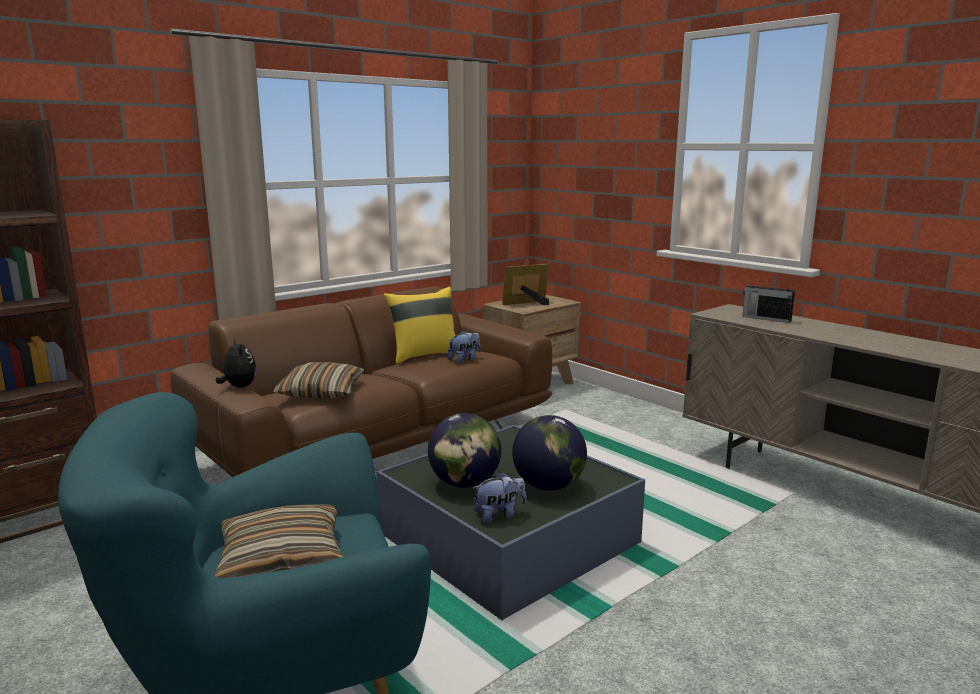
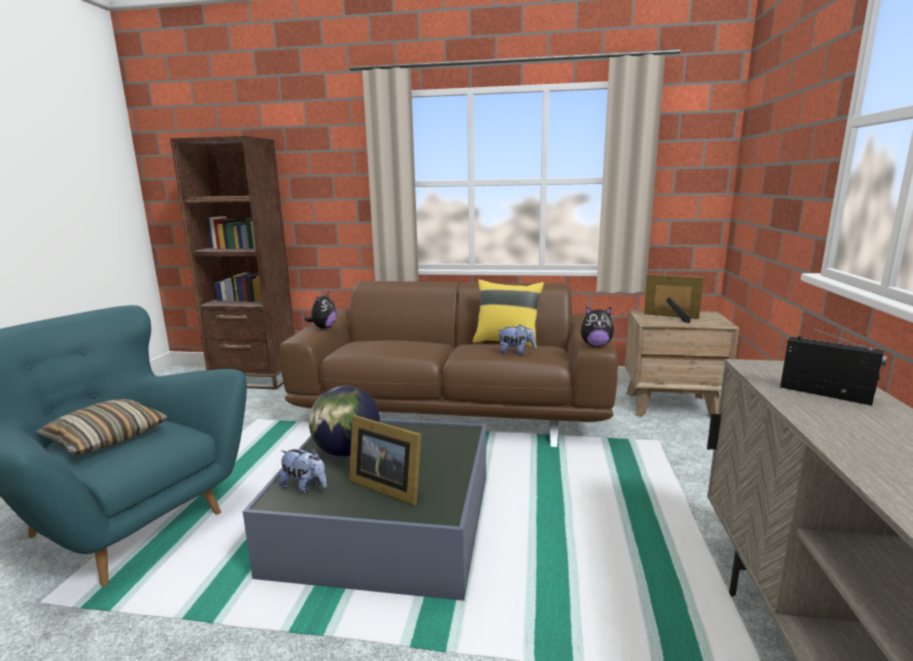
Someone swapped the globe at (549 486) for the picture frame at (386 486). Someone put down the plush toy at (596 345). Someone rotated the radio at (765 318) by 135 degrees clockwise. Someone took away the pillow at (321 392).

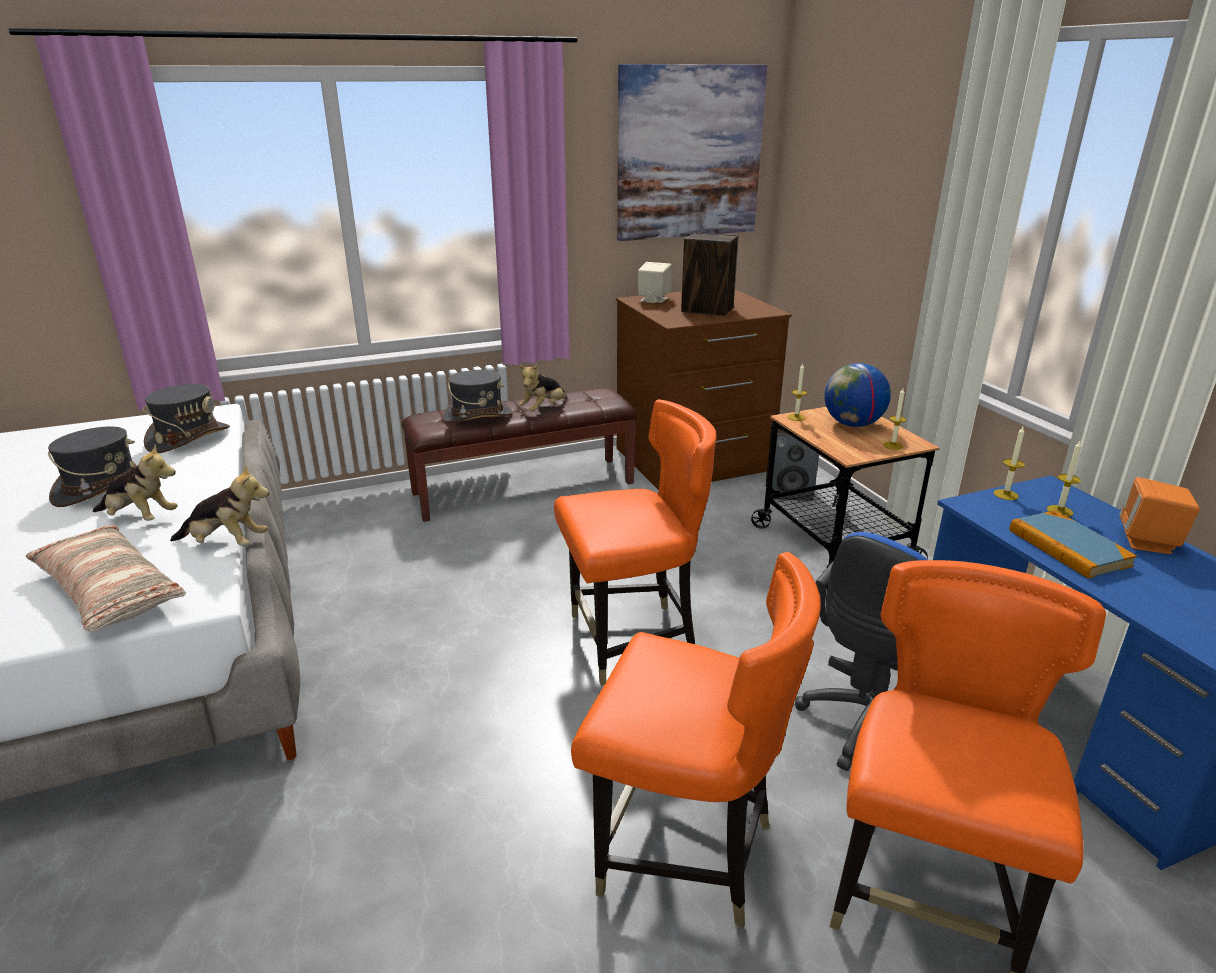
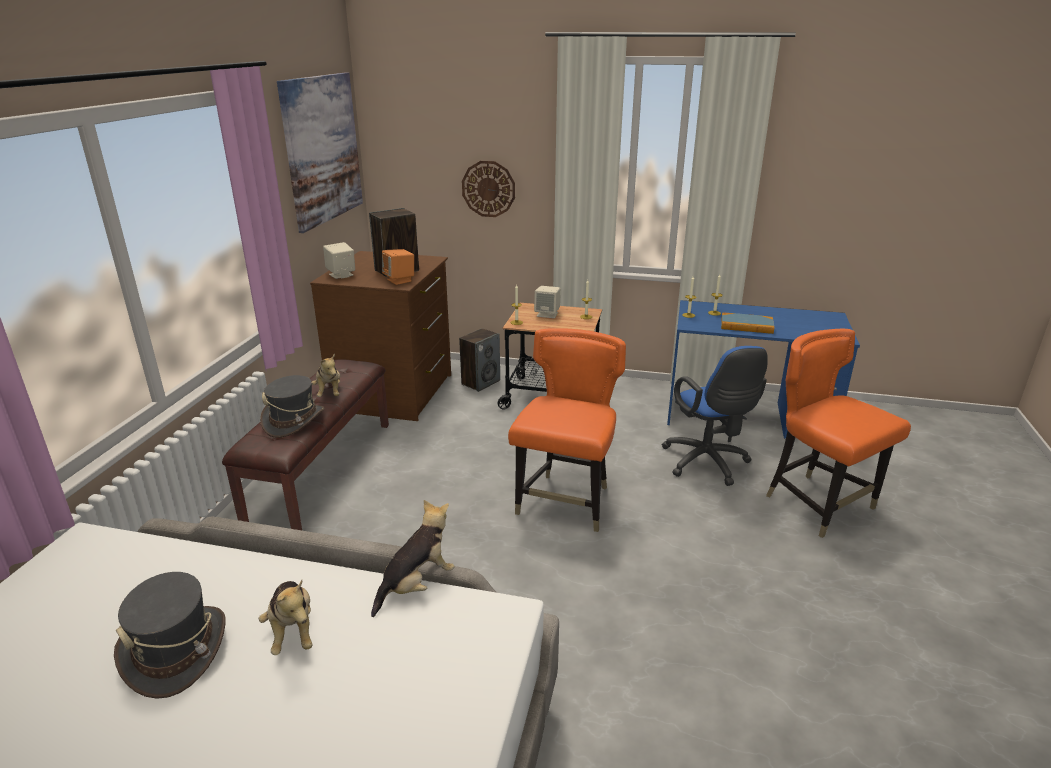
Someone rotated the plush toy at (140 518) by 105 degrees clockwise. Someone carried the orange speaker from (1148 542) to (399 280). Someone put up the wall clock at (488 189). Someone swapped the globe at (852 424) for the beige speaker at (547 314). Someone took away the pillow at (108 592). Someone took away the grey hat at (188 438). Someone took away the orange chair at (685 852).

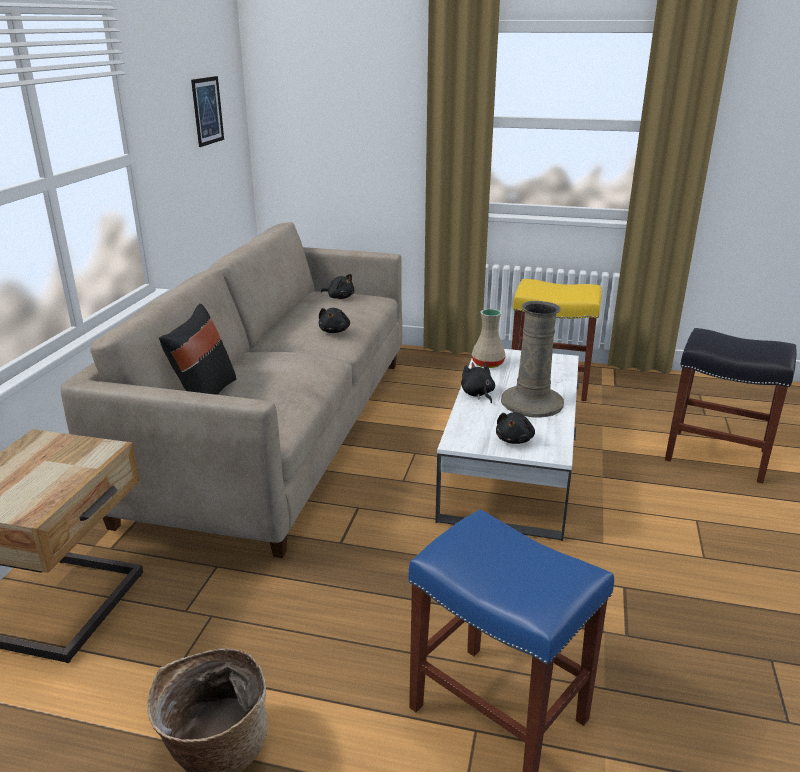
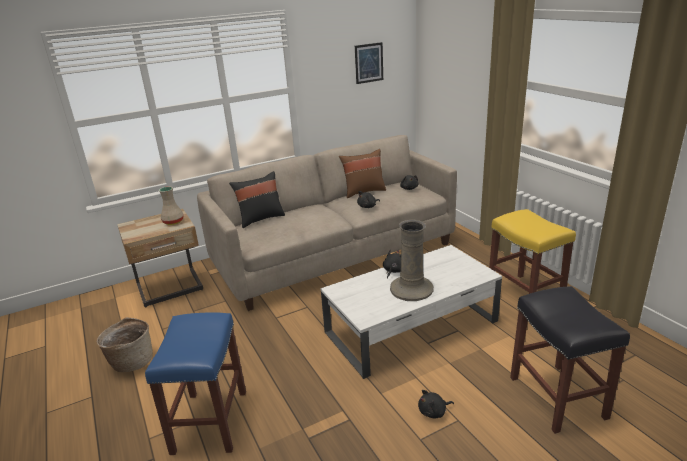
Someone carried the beige vase from (487 363) to (173 222). Someone put down the brown pillow at (363 191). Someone carried the black plush toy from (515 439) to (434 412).

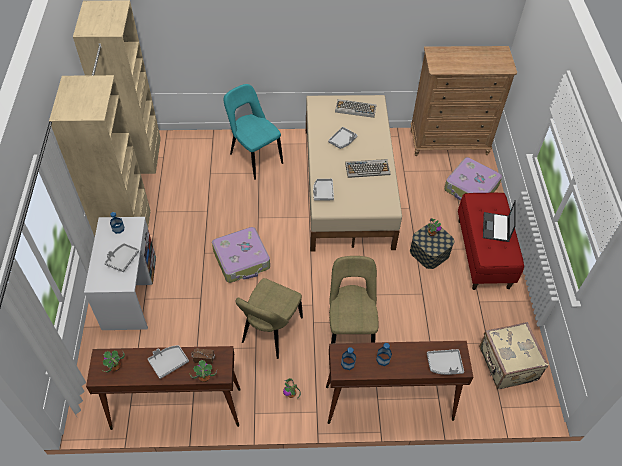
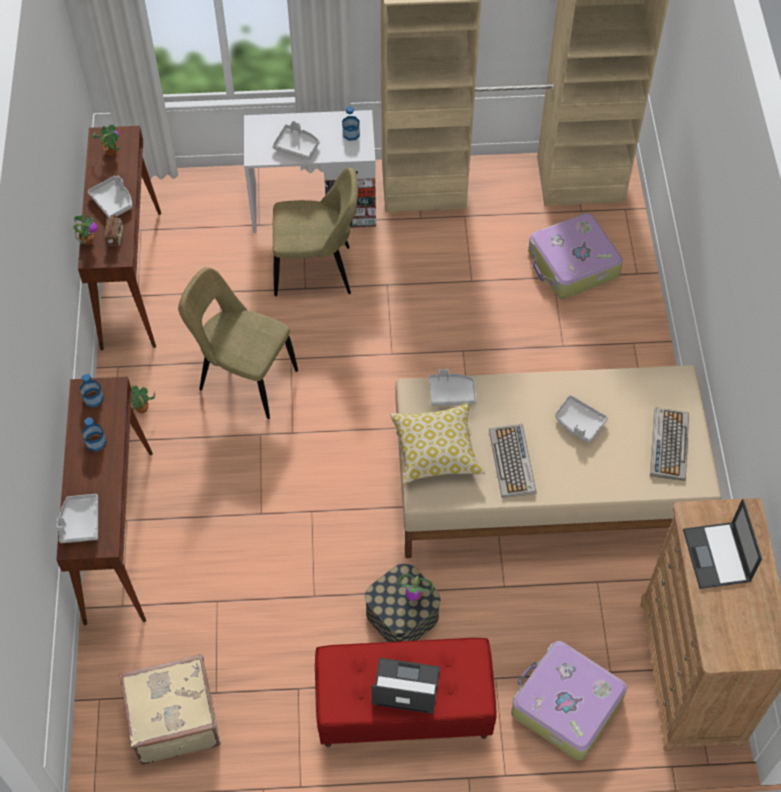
Someone carried the beige chair from (350 331) to (317 271). Someone put down the pillow at (436 451). Someone carried the suitcase from (242 260) to (572 264). Someone put down the laptop at (717 556). Someone took away the turquoise chair at (254 157).

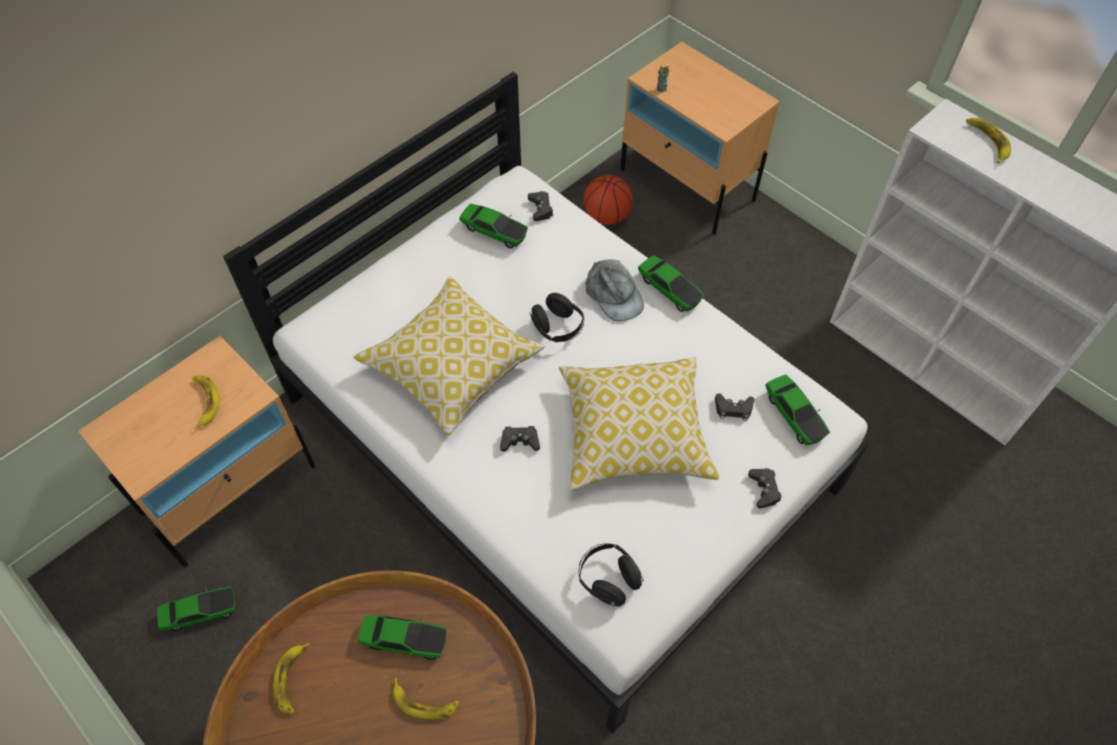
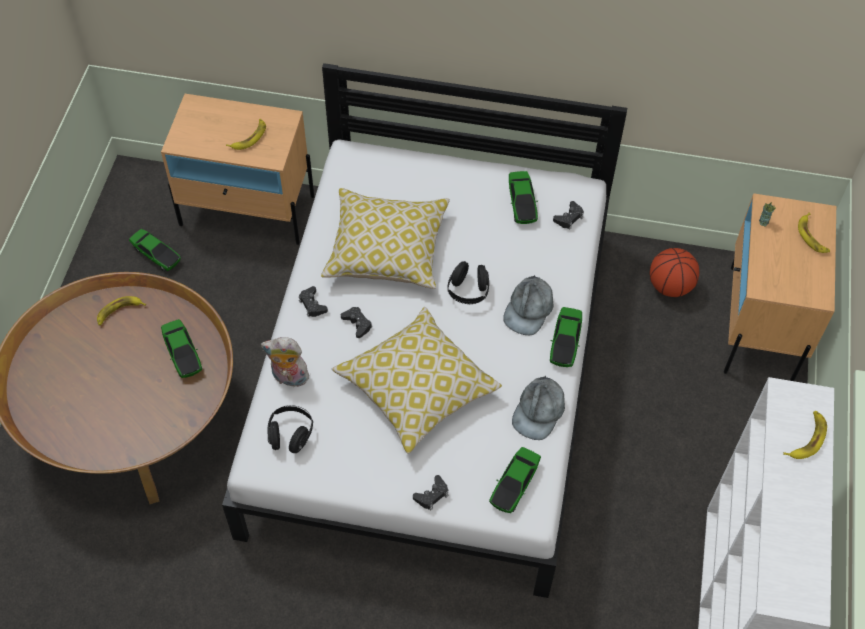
Someone put down the plush toy at (288 378). Someone carried the black game controller from (733 409) to (312 304). Someone put down the grey cap at (538 411). Someone carried the banana from (424 701) to (812 236).

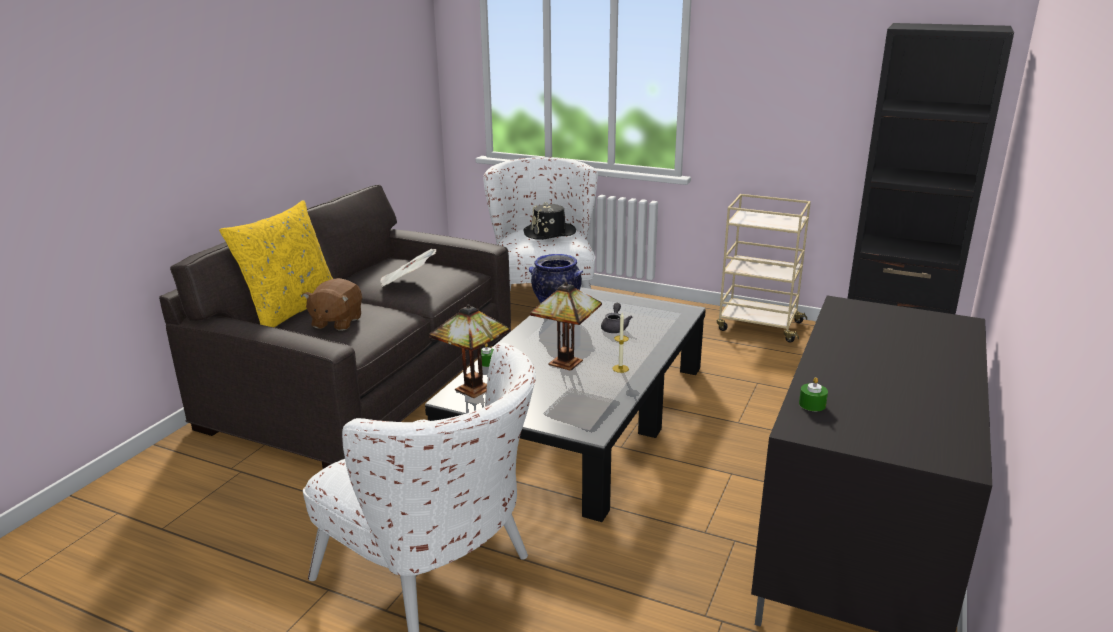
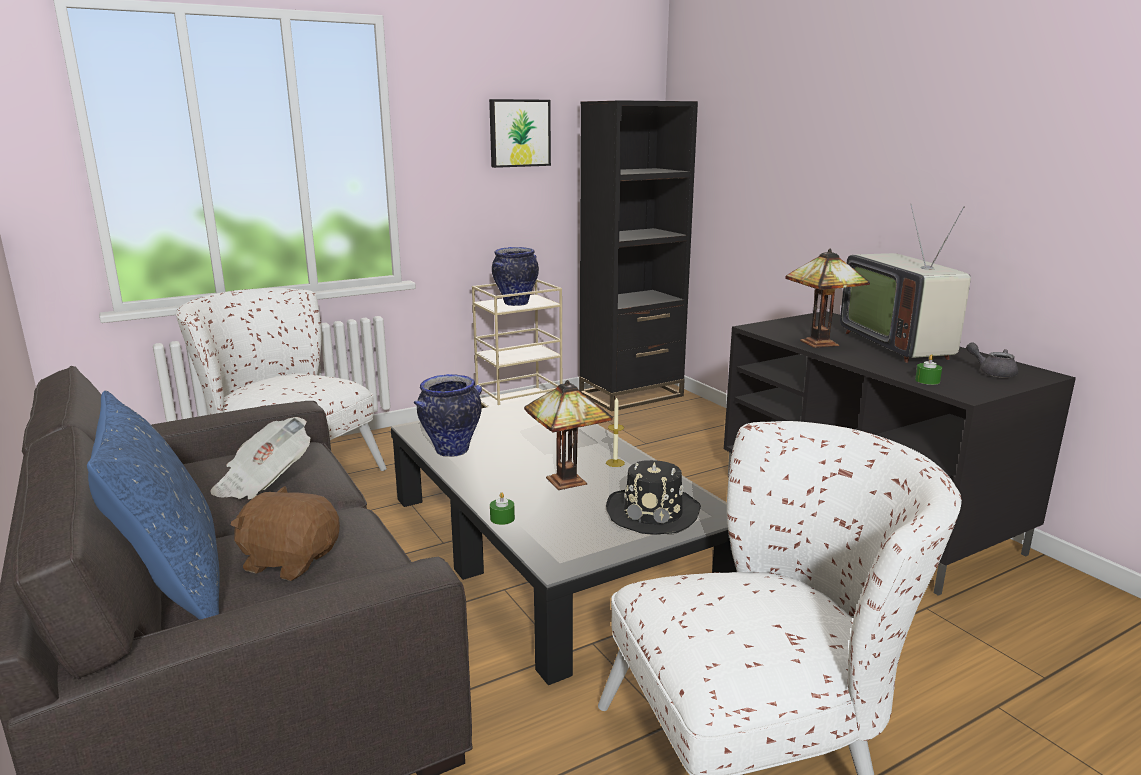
Someone repainted the yellow pillow at (291 311), which became the blue pillow at (173 587). Someone rotated the brown plush toy at (336 322) by 150 degrees clockwise. Someone put up the picture at (519 133). Someone put down the vase at (515 303). Someone carried the black hat from (549 233) to (653 512). Someone carried the table lamp from (473 390) to (822 344). Someone put down the television at (898 344). Someone carried the grey teapot from (615 328) to (992 372).

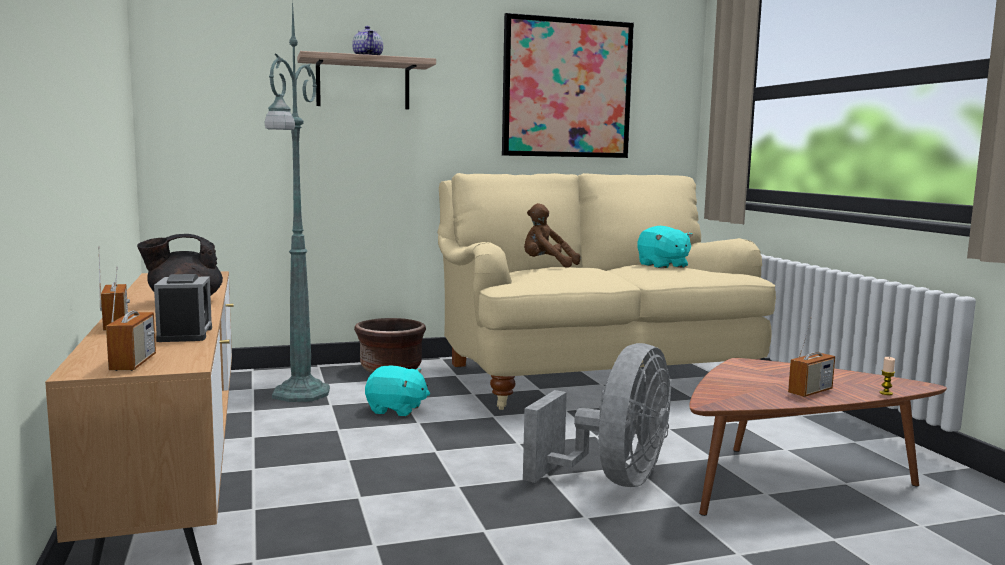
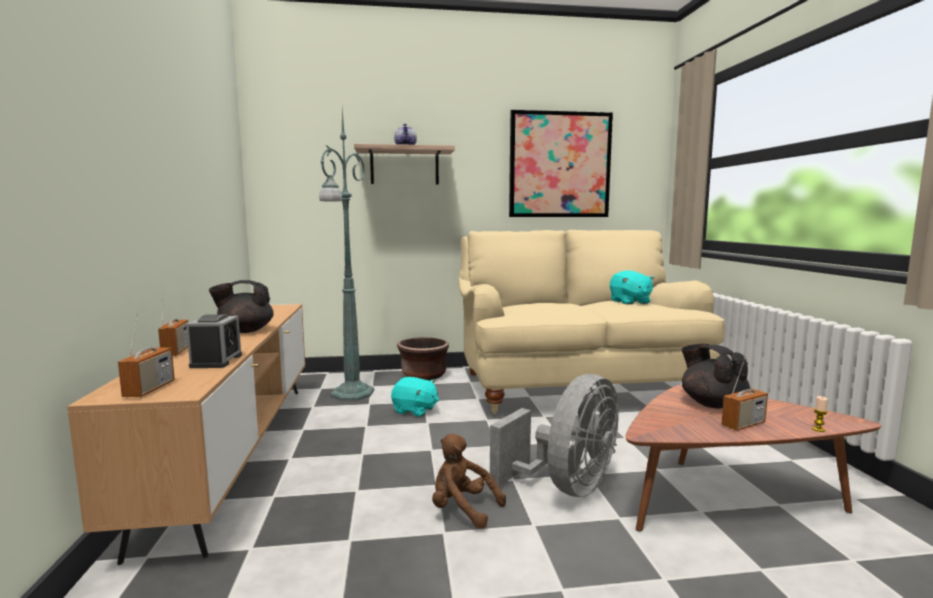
Someone carried the brown plush toy from (546 265) to (462 509). Someone put down the black teapot at (712 403).

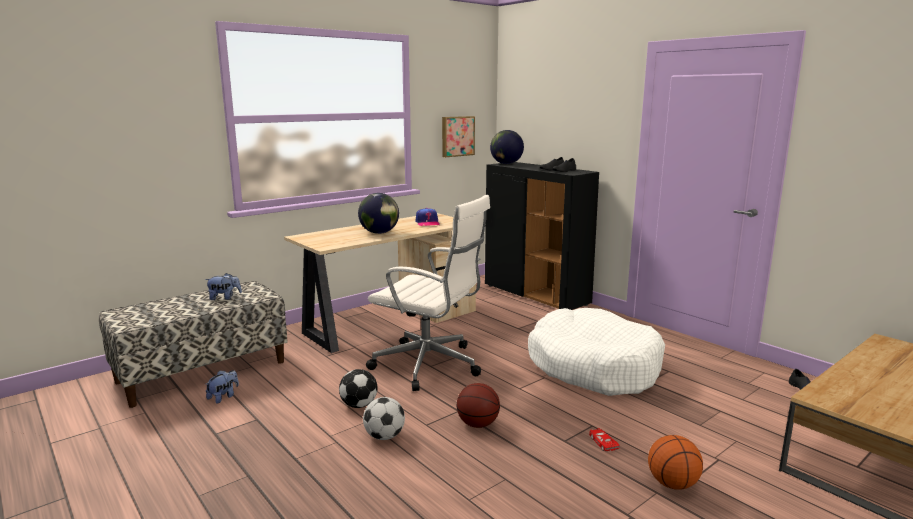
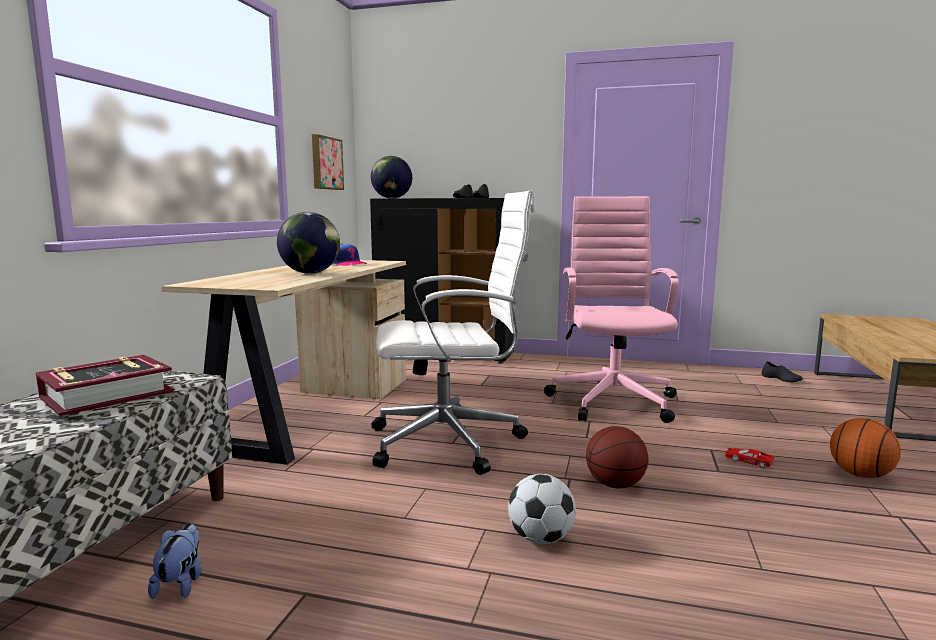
Someone swapped the plush toy at (224 298) for the book at (107 395). Someone swapped the white dog bed at (593 367) for the pink office chair at (612 400). Someone took away the football at (359 405).

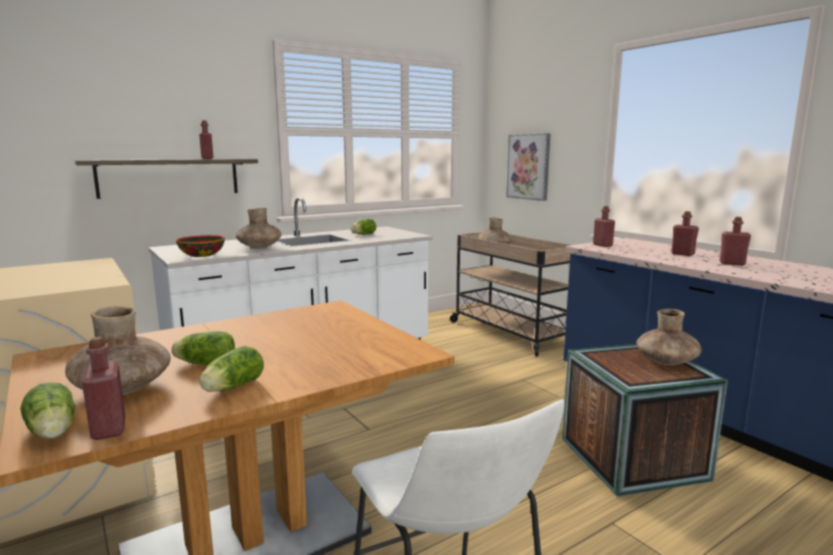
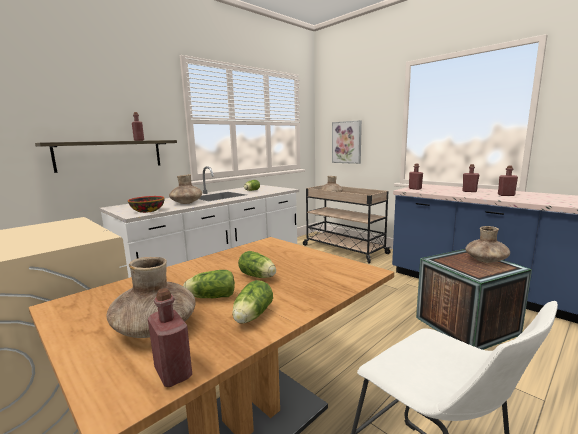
Someone carried the lettuce from (53 432) to (258 276).

